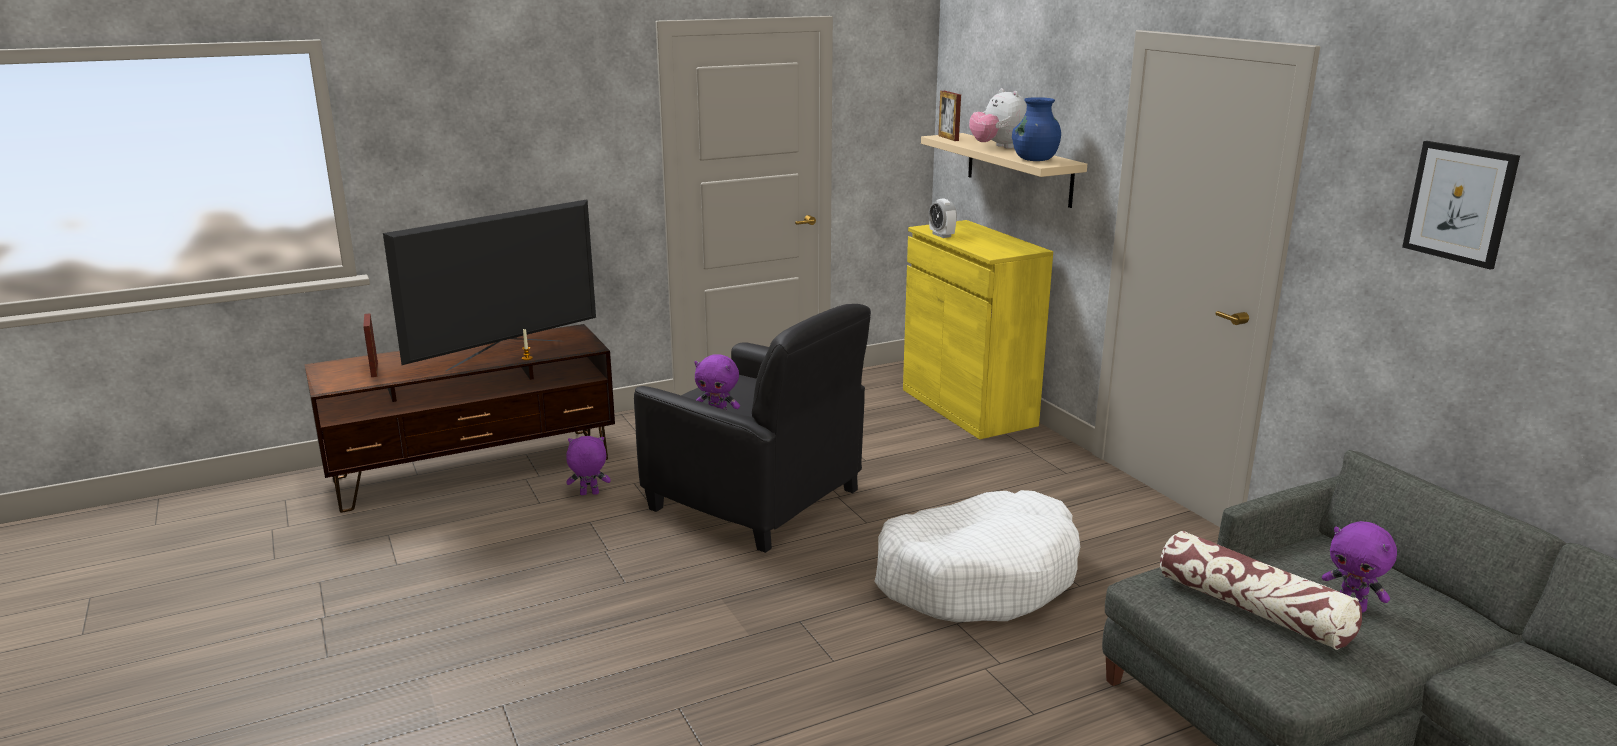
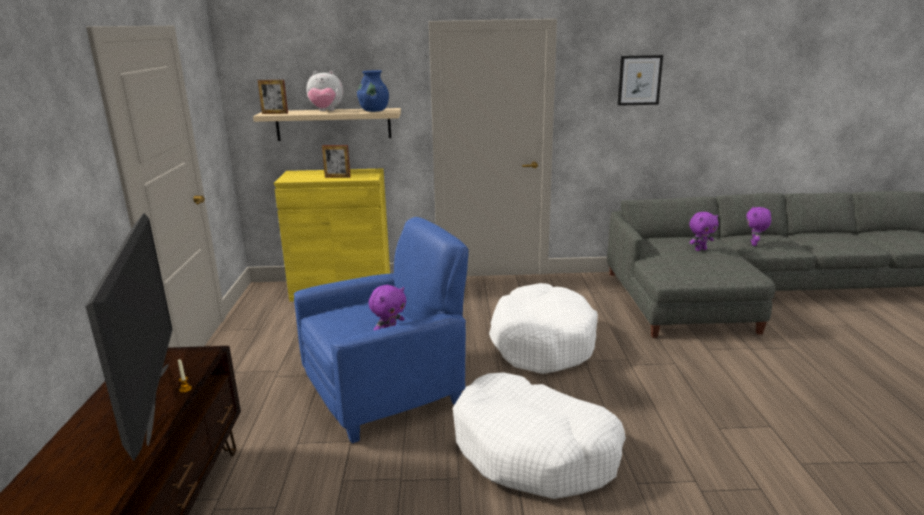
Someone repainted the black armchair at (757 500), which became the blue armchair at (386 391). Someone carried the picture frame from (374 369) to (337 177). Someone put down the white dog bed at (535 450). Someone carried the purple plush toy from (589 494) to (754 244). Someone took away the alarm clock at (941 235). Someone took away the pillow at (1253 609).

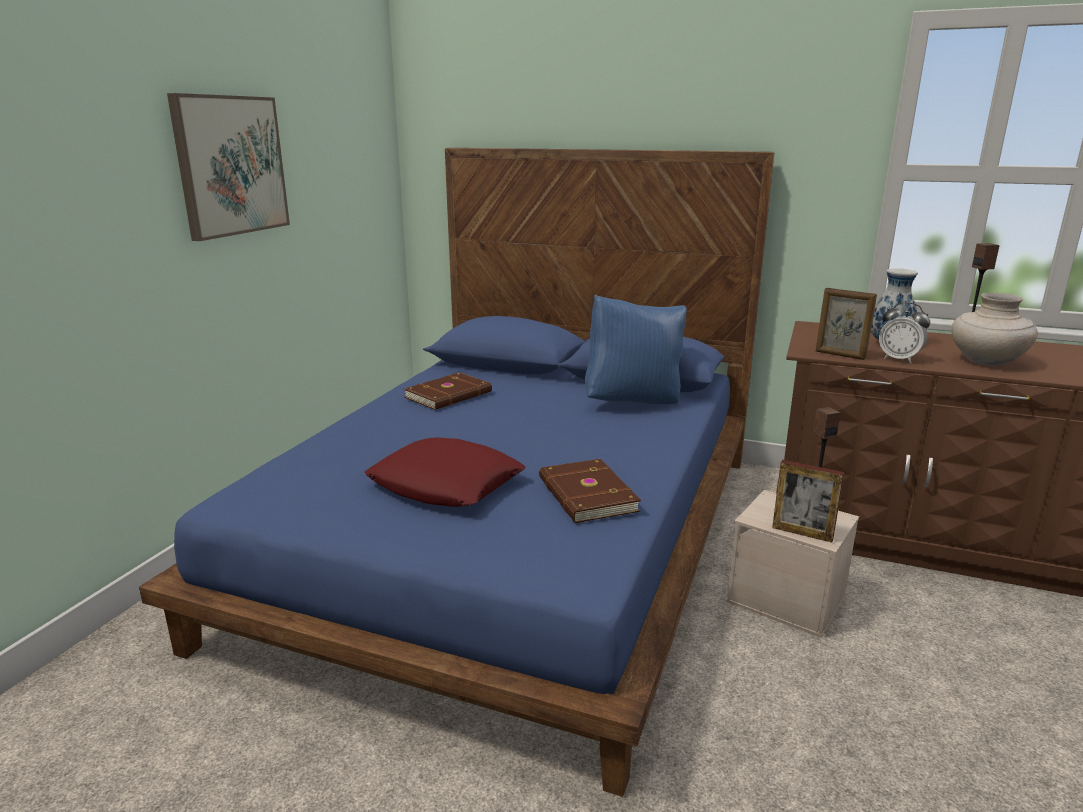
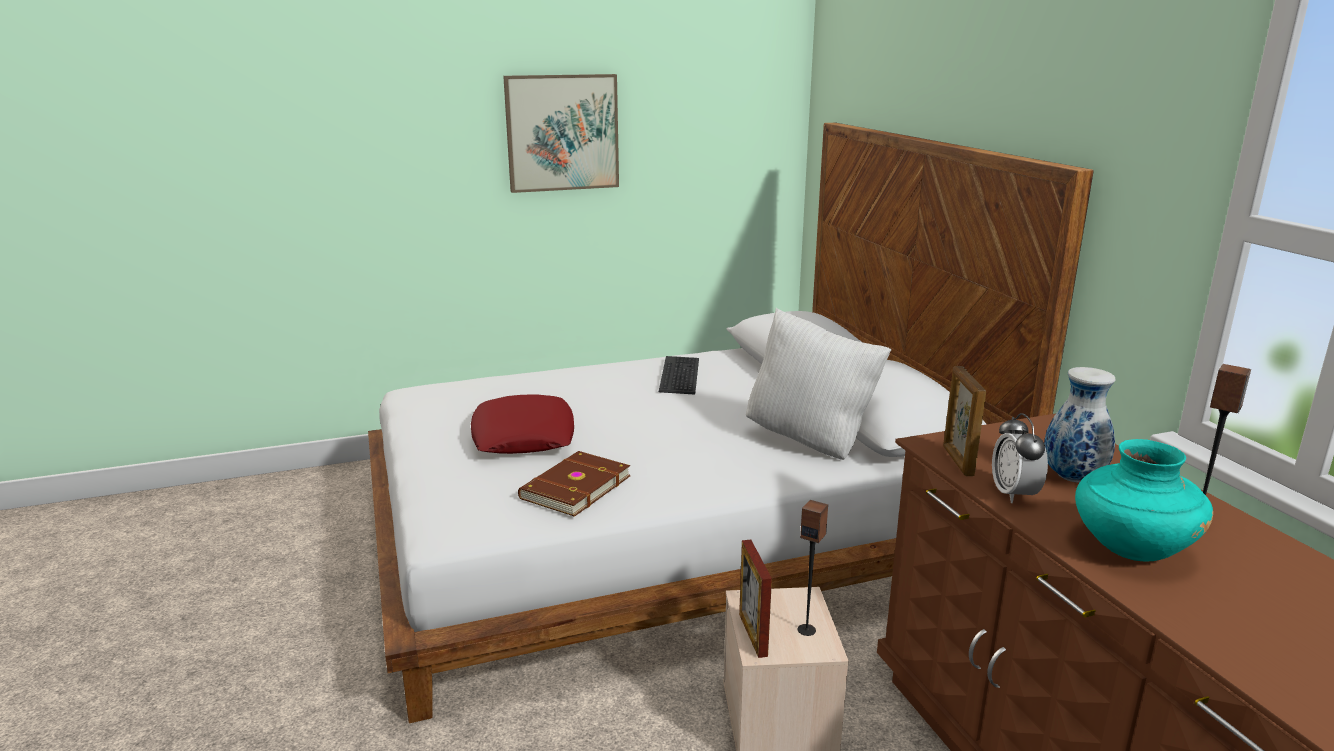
Someone repainted the blue bed at (515 539), which became the white bed at (667 535). Someone swapped the brown book at (449 395) for the keyboard at (680 376). Someone repainted the blue pillow at (633 401), which became the white pillow at (810 441). Someone repainted the beige vase at (986 362), which became the turquoise vase at (1131 548).

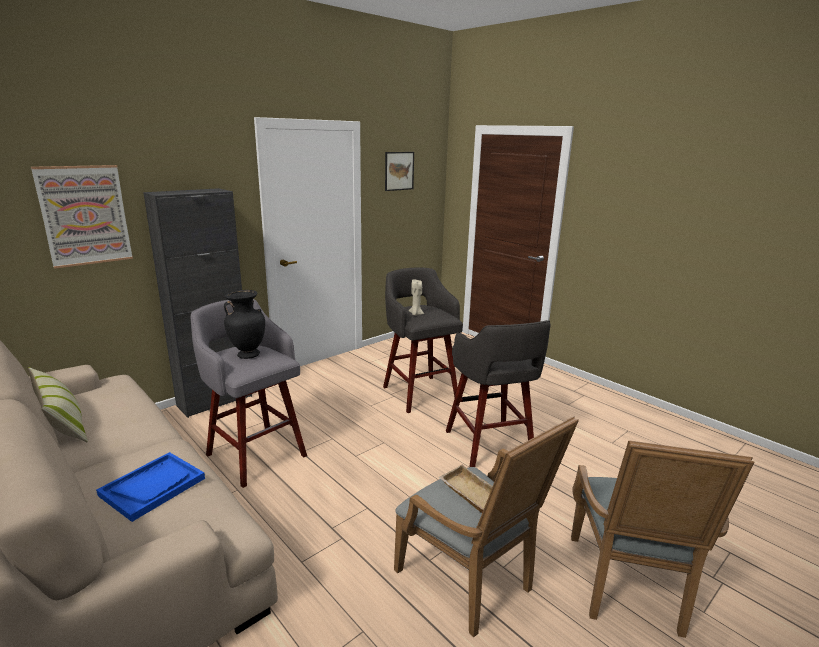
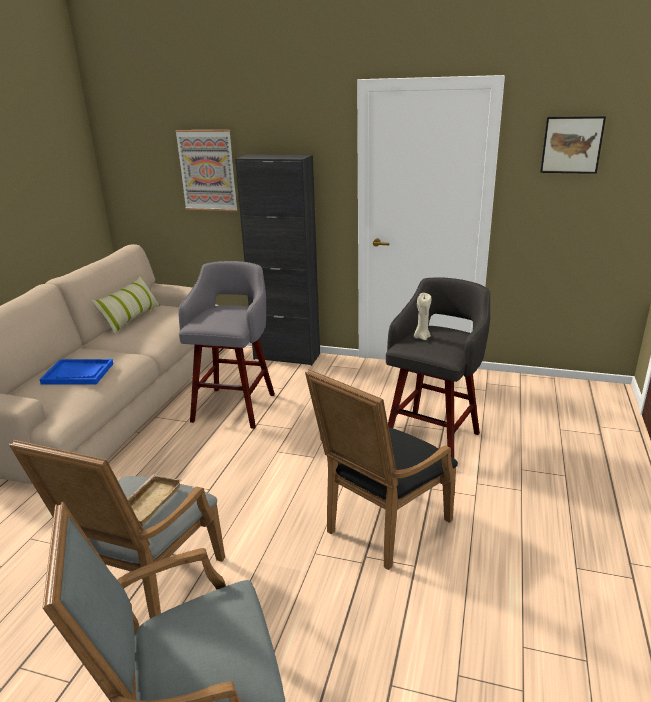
Someone swapped the grey stool at (490 446) for the black armchair at (381 528). Someone took away the black vase at (248 355).

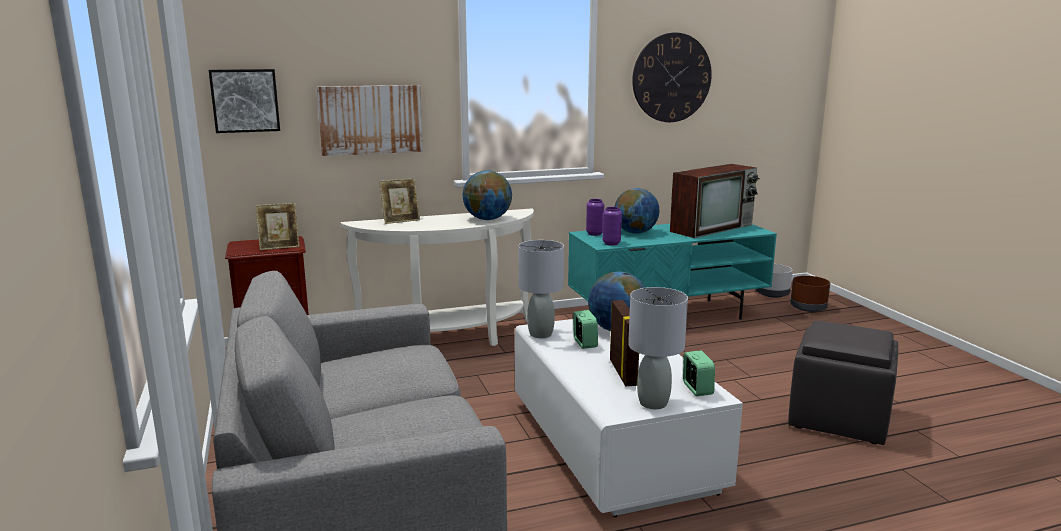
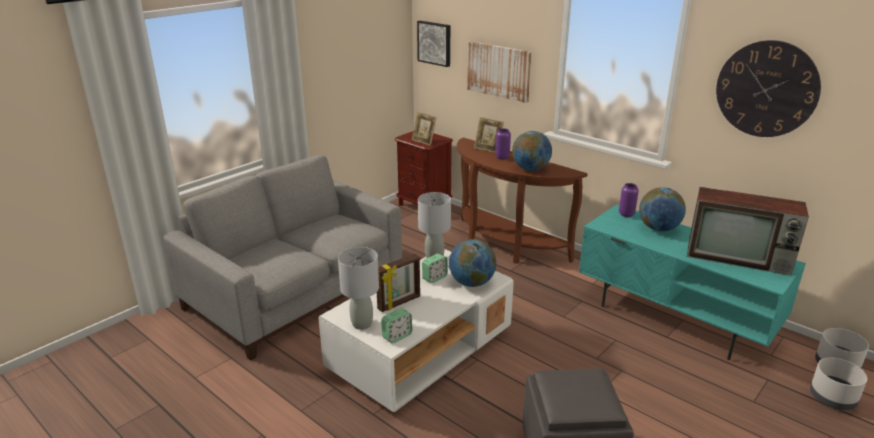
Someone repainted the white console table at (449 340), which became the brown console table at (504 245). Someone carried the purple vase from (611 243) to (502 157). Someone repainted the brown planter at (808 308), which became the grey planter at (833 398).

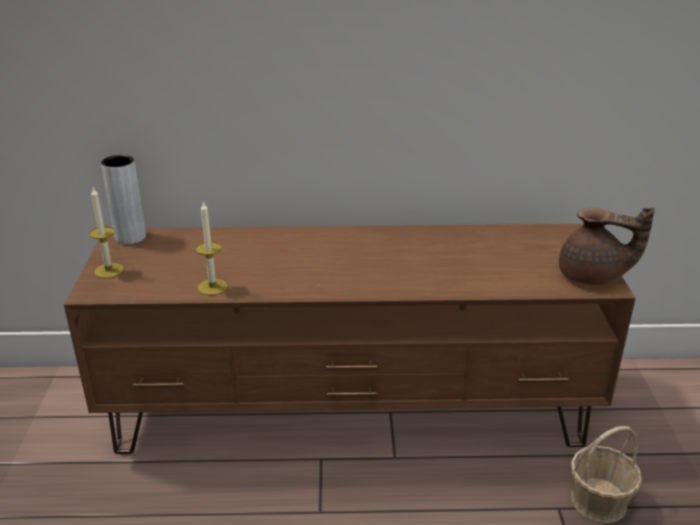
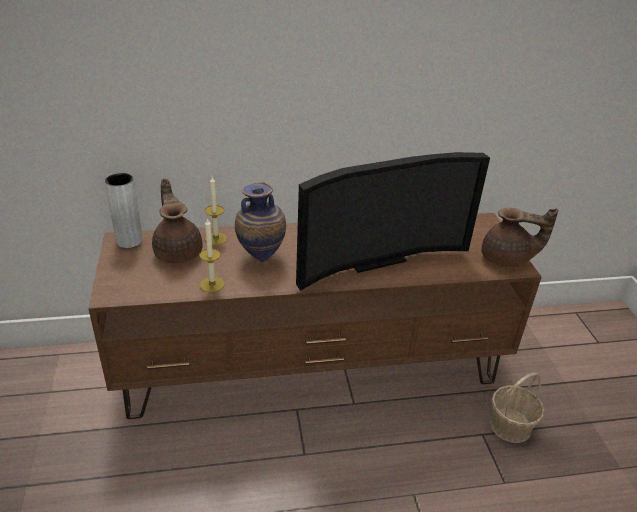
Someone put down the brown teapot at (178 251). Someone carried the candle from (109 270) to (216 239). Someone put down the vase at (261 257). Someone put down the television at (373 258).

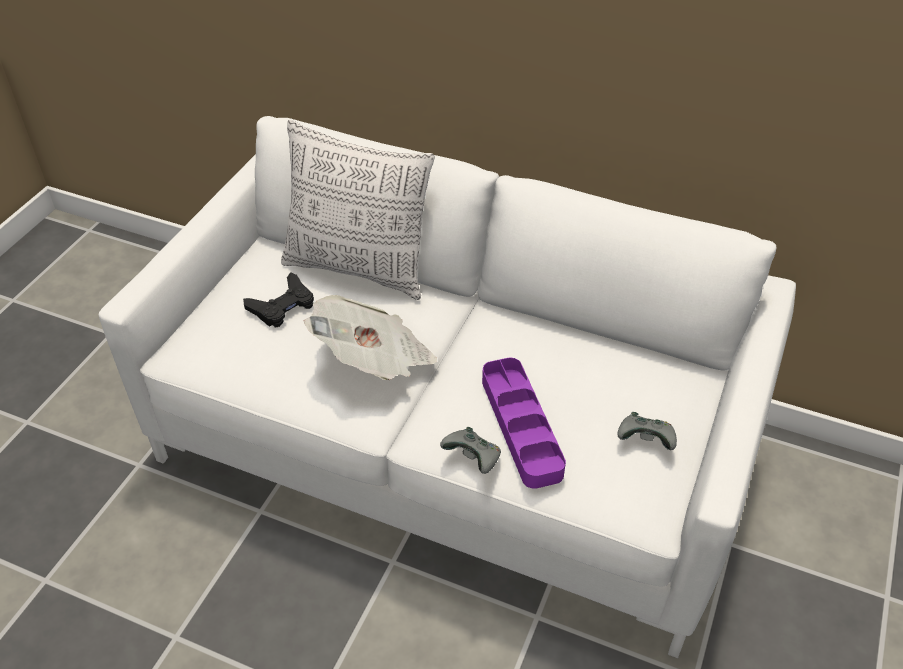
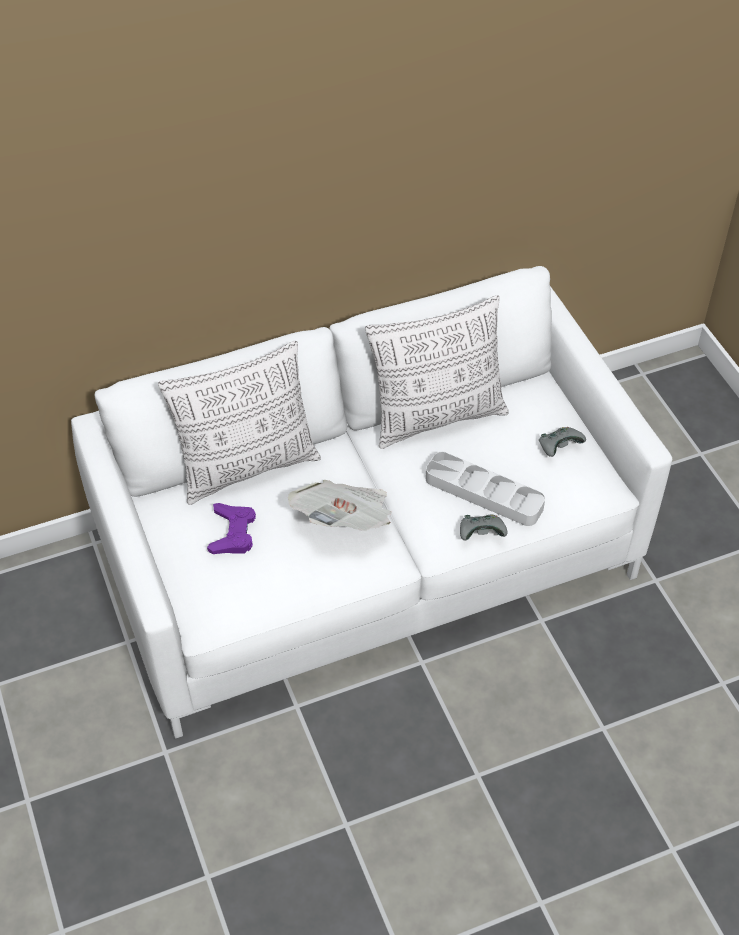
Someone repainted the black game controller at (282 306), which became the purple game controller at (232 533). Someone put down the pillow at (437 417). Someone repainted the purple tray at (521 426), which became the grey tray at (484 493).

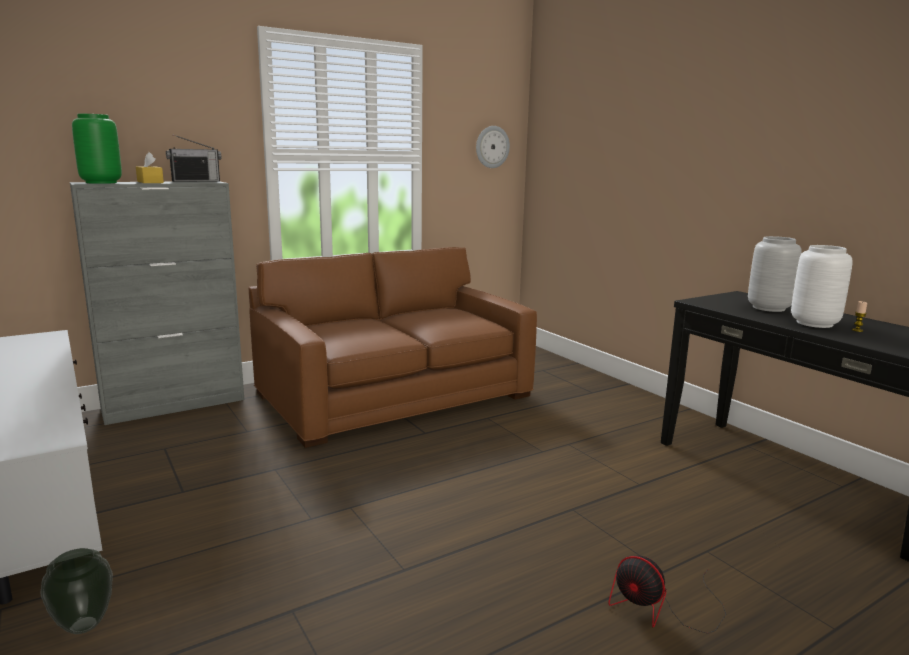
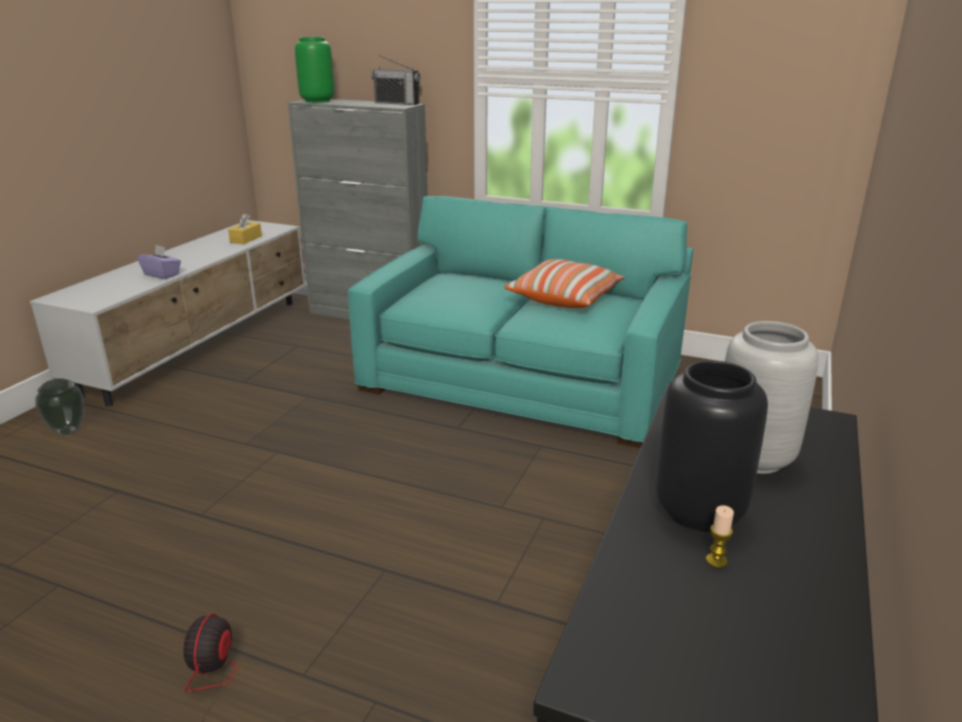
Someone put down the purple tissue box at (162 274). Someone carried the yellow tissue box from (150 182) to (246 239). Someone repainted the brown sofa at (394 393), which became the turquoise sofa at (524 378). Someone put down the pillow at (565 298). Someone repainted the white vase at (814 324), which became the black vase at (697 512). Someone took away the wall clock at (492 147).

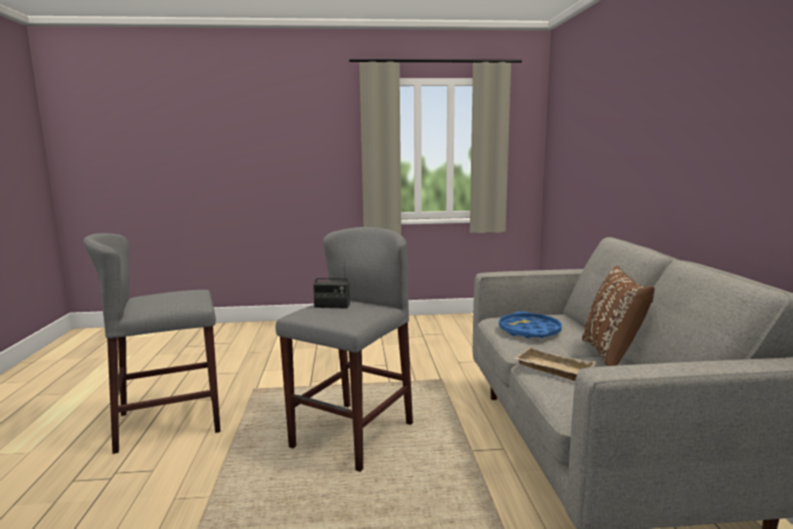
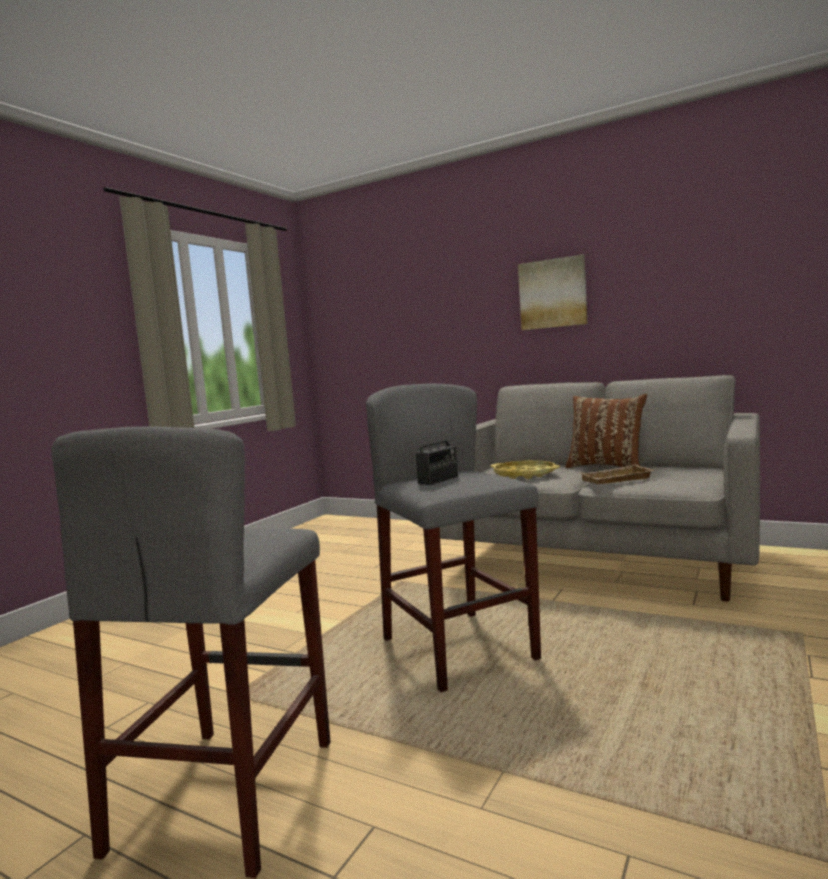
Someone repainted the blue tray at (529 331), which became the yellow tray at (524 475). Someone put up the picture at (553 293).

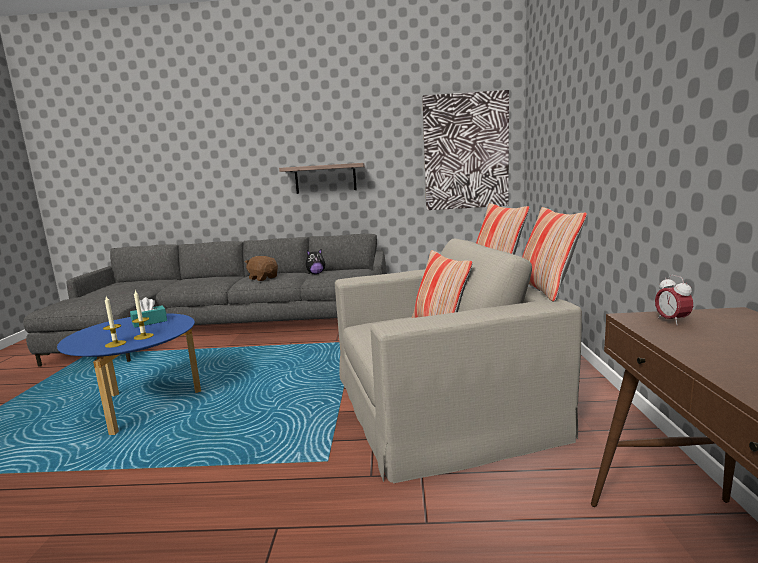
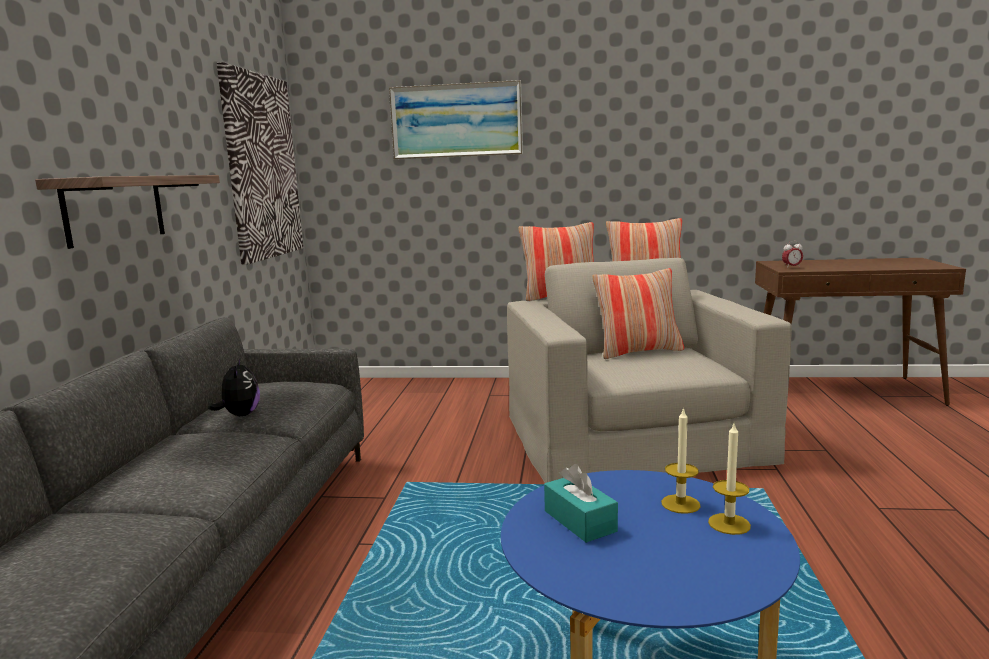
Someone put up the picture at (456 121). Someone took away the brown plush toy at (263 278).

